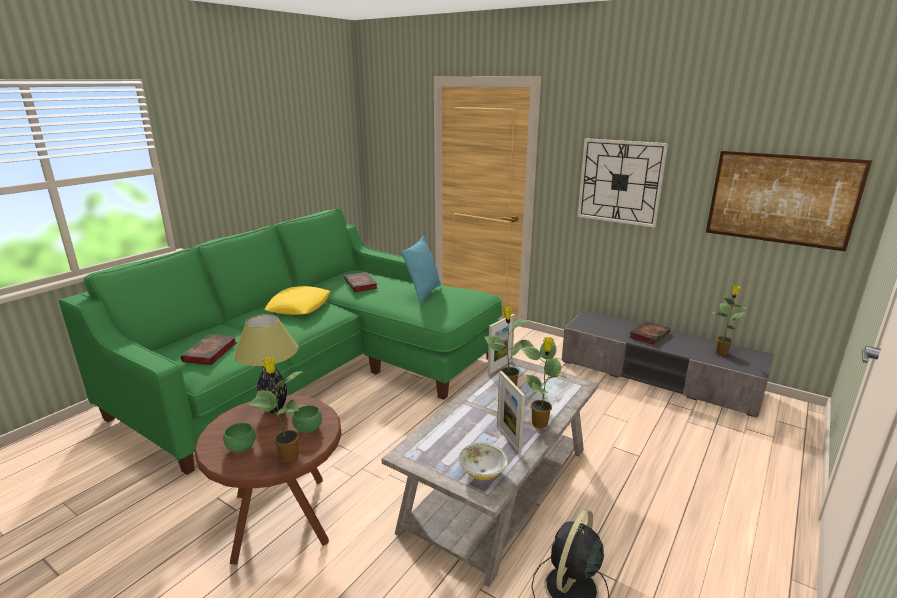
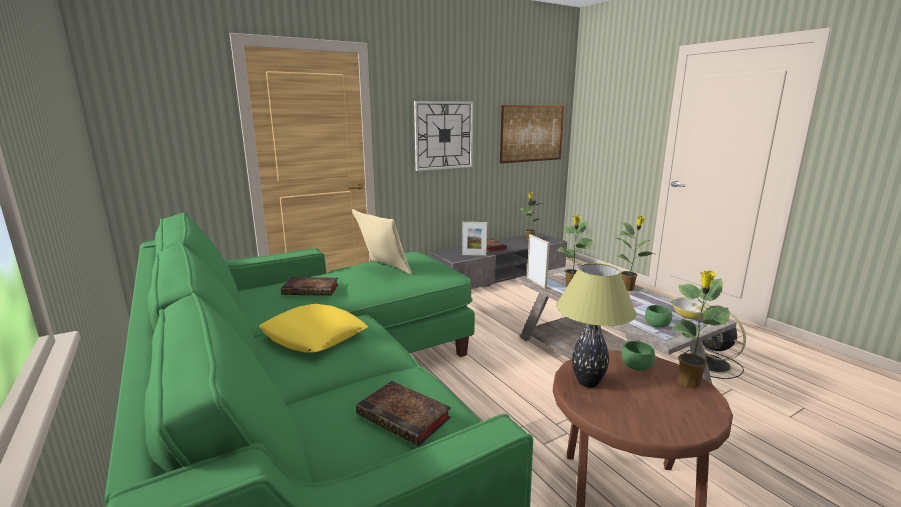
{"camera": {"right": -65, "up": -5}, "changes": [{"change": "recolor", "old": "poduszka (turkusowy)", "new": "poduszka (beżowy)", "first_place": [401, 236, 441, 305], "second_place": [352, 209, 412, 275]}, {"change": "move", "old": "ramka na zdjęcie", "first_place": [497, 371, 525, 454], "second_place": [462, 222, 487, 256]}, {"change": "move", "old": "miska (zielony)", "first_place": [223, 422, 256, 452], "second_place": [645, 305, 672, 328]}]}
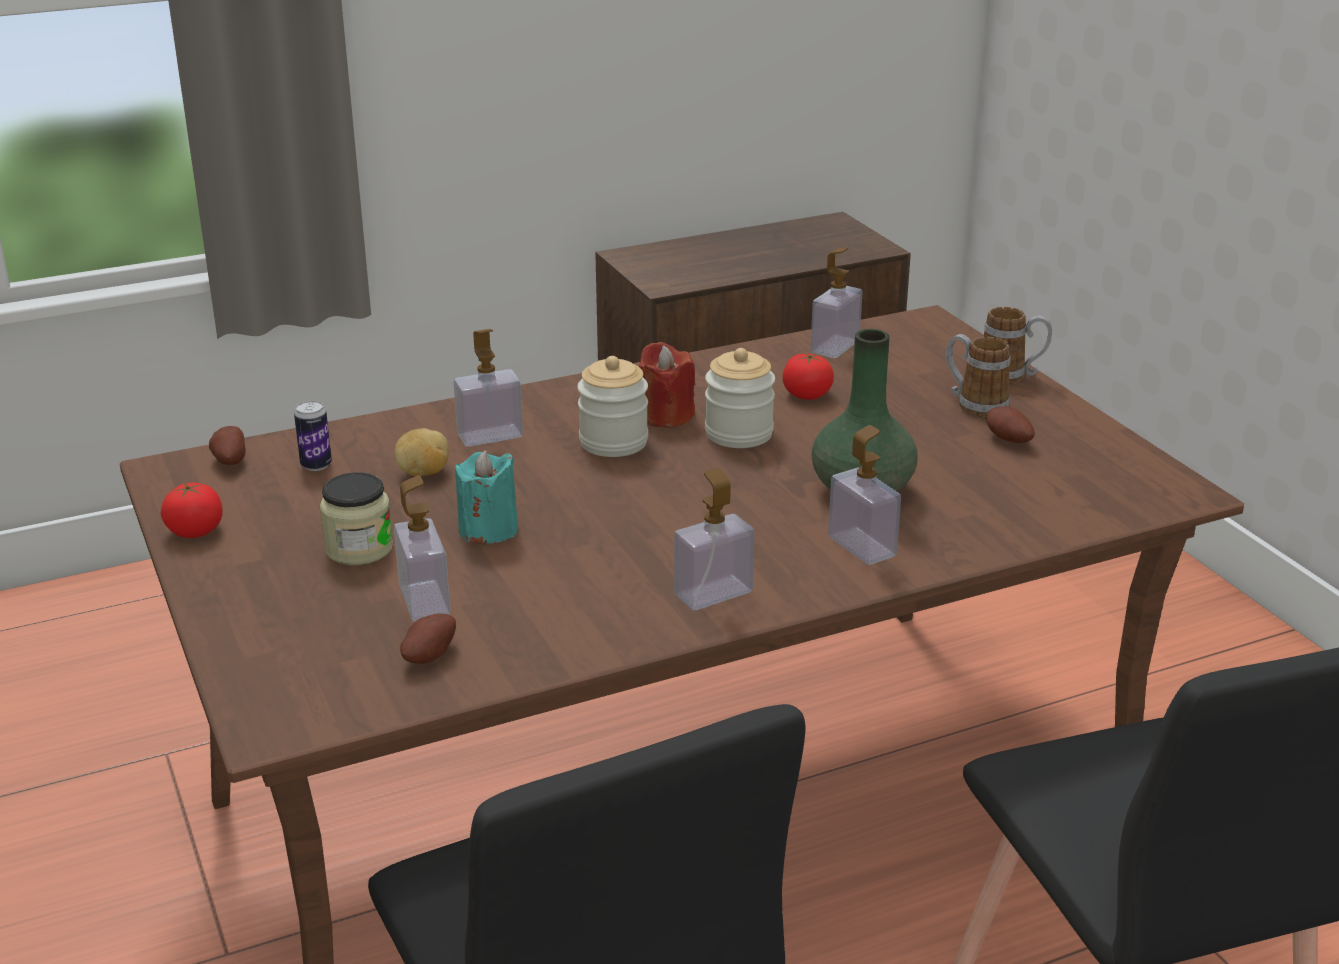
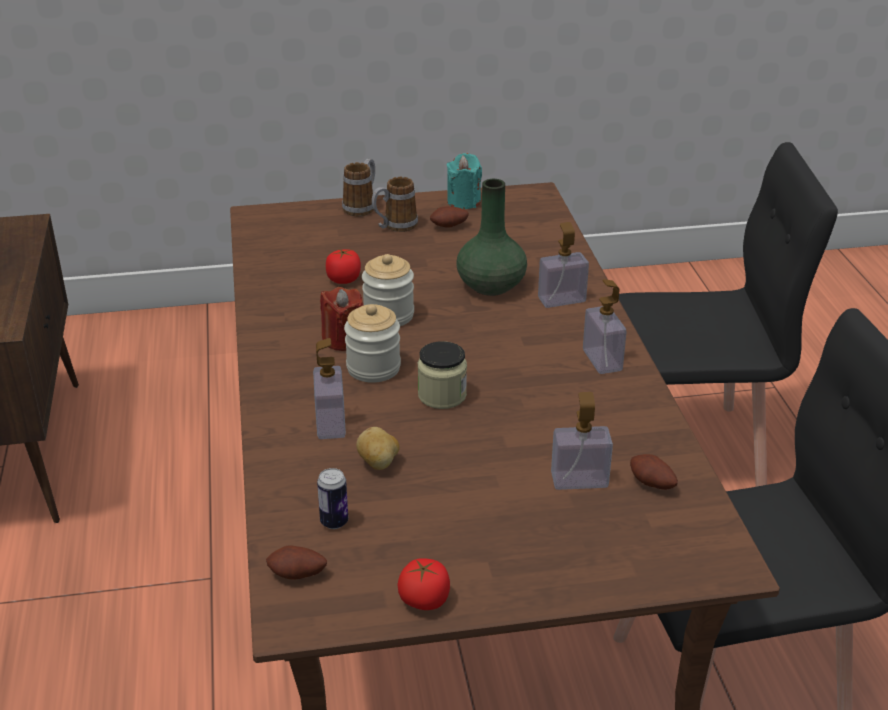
{"camera": {"right": -75, "up": 5}, "changes": [{"change": "move", "old": "słoik", "first_place": [320, 472, 393, 565], "second_place": [418, 341, 467, 409]}, {"change": "move", "old": "świeca (turkusowy)", "first_place": [455, 450, 518, 544], "second_place": [447, 153, 482, 209]}, {"change": "delete", "old": "dozownik mydła", "first_place": [811, 247, 863, 358]}]}
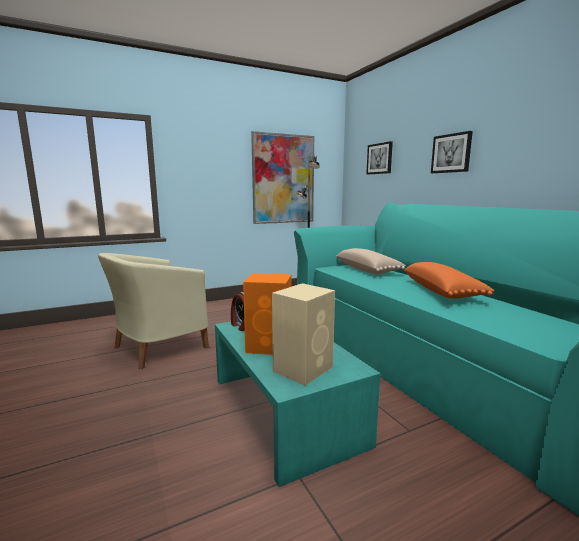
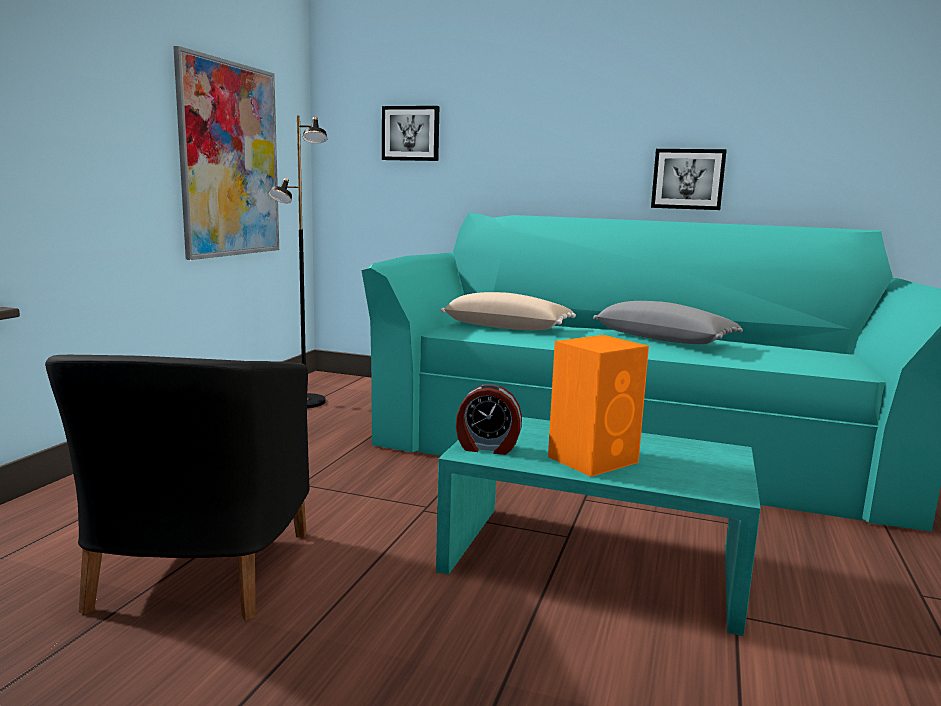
{"camera": {"right": -45, "up": 0}, "changes": [{"change": "recolor", "old": "fotel (beżowy)", "new": "fotel (czarny)", "first_place": [98, 253, 209, 369], "second_place": [45, 355, 310, 621]}, {"change": "recolor", "old": "poduszka (pomarańczowy)", "new": "poduszka (szary)", "first_place": [404, 262, 494, 299], "second_place": [593, 301, 743, 344]}, {"change": "move", "old": "obraz", "first_place": [431, 131, 473, 173], "second_place": [651, 149, 727, 210]}, {"change": "delete", "old": "głośnik (beżowy)", "first_place": [272, 283, 335, 386]}]}
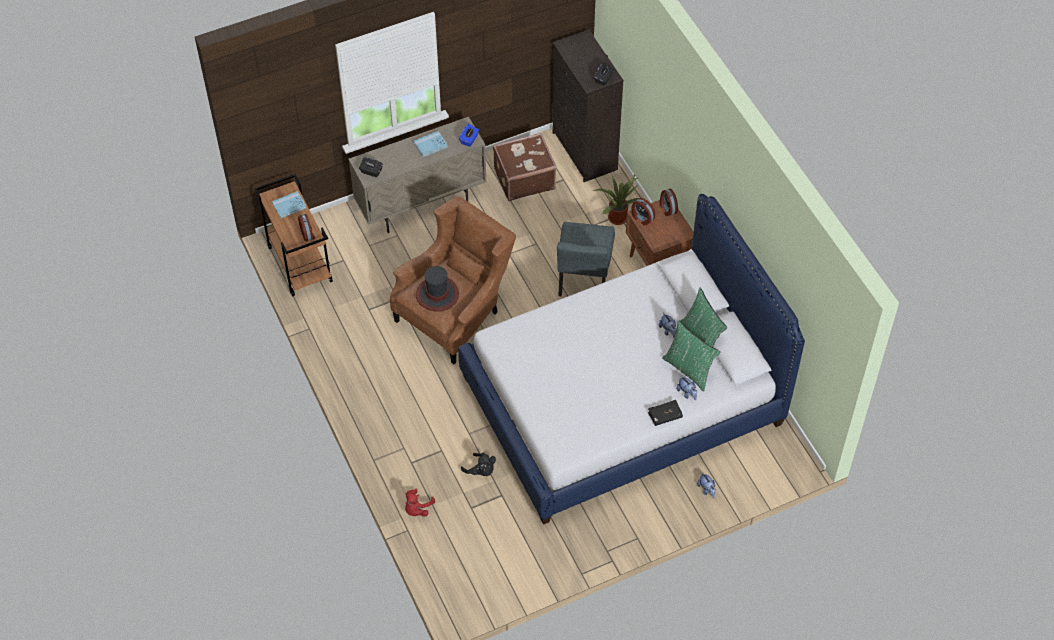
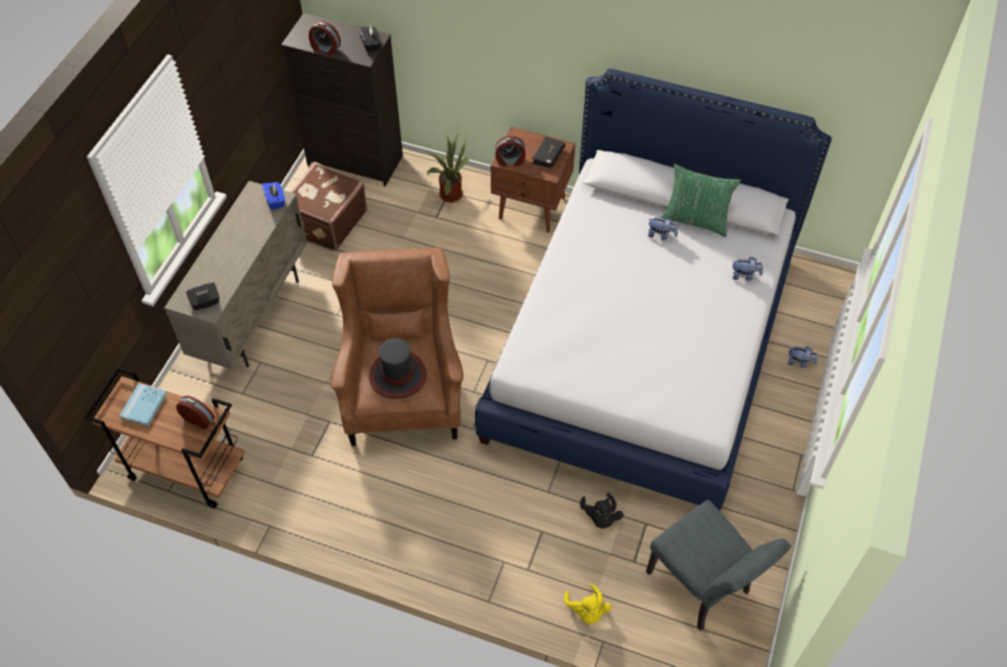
{"camera": {"right": -45, "up": 0}, "changes": [{"change": "move", "old": "budzik", "first_place": [660, 188, 678, 216], "second_place": [309, 21, 341, 56]}, {"change": "move", "old": "książka (czarny)", "first_place": [648, 400, 683, 426], "second_place": [532, 137, 565, 168]}, {"change": "recolor", "old": "pluszak (czerwony)", "new": "pluszak (żółty)", "first_place": [405, 489, 435, 517], "second_place": [564, 584, 611, 624]}, {"change": "rotate", "old": "pluszak (czarny)", "first_place": [461, 452, 496, 476], "second_place": [580, 493, 624, 529], "degrees": 90}, {"change": "move", "old": "krzesło (szary)", "first_place": [557, 222, 615, 296], "second_place": [646, 500, 791, 631]}, {"change": "delete", "old": "książka (niebieski)", "first_place": [414, 131, 448, 157]}, {"change": "delete", "old": "poduszka (zielony)", "first_place": [662, 320, 720, 392]}]}
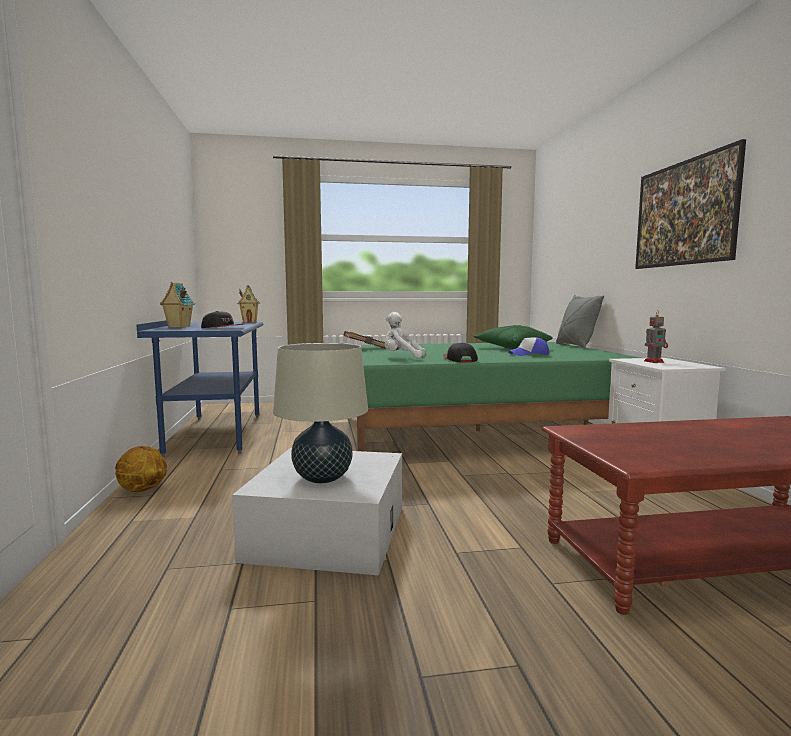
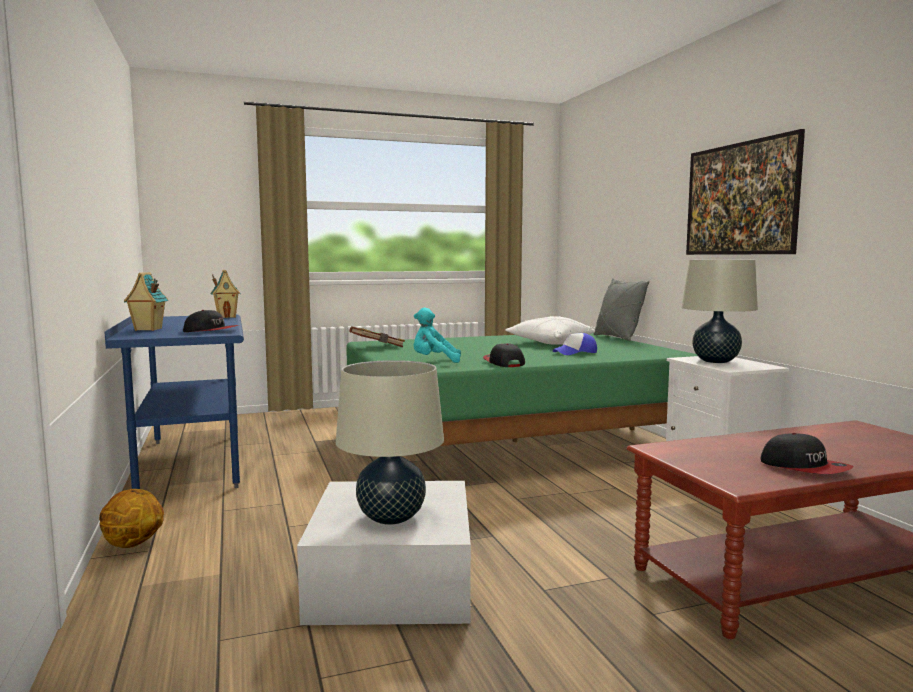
{"camera": {"right": -10, "up": 0}, "changes": [{"change": "recolor", "old": "pluszak (biały)", "new": "pluszak (turkusowy)", "first_place": [385, 312, 426, 358], "second_place": [413, 307, 461, 363]}, {"change": "recolor", "old": "poduszka (zielony)", "new": "poduszka (biały)", "first_place": [474, 325, 553, 349], "second_place": [505, 316, 595, 345]}, {"change": "replace", "old": "robot zabawkowy", "new": "lampa stołowa (beżowy)", "first_place": [644, 310, 668, 363], "second_place": [681, 260, 758, 363]}, {"change": "insert", "new": "czapka z daszkiem", "second_place": [761, 433, 854, 474]}]}
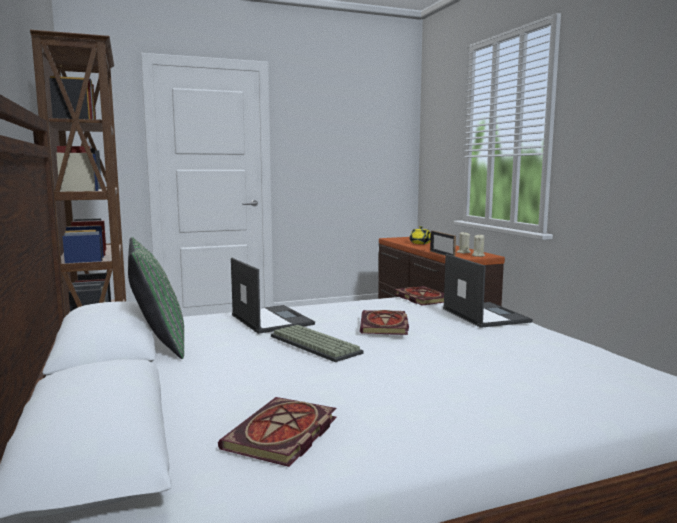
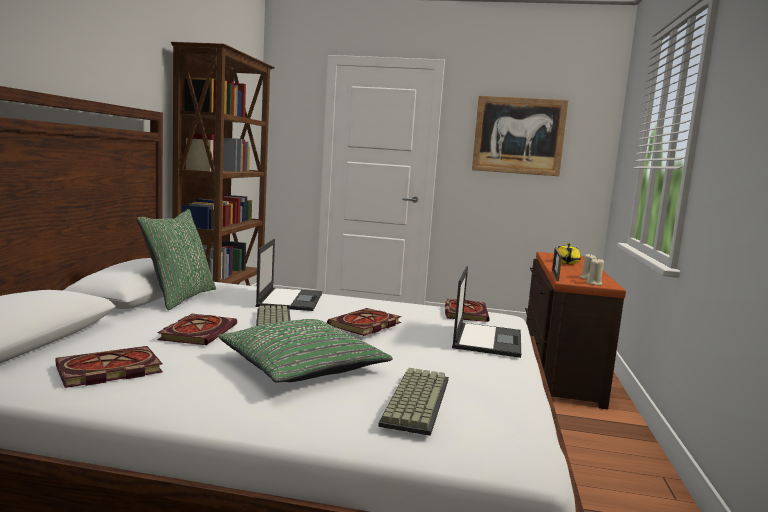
{"camera": {"right": 30, "up": 0}, "changes": [{"change": "insert", "new": "książka", "second_place": [157, 314, 237, 345]}, {"change": "insert", "new": "poduszka (zielony)", "second_place": [218, 319, 393, 383]}, {"change": "insert", "new": "klawiatura", "second_place": [378, 368, 449, 436]}, {"change": "insert", "new": "obraz", "second_place": [472, 96, 568, 176]}]}
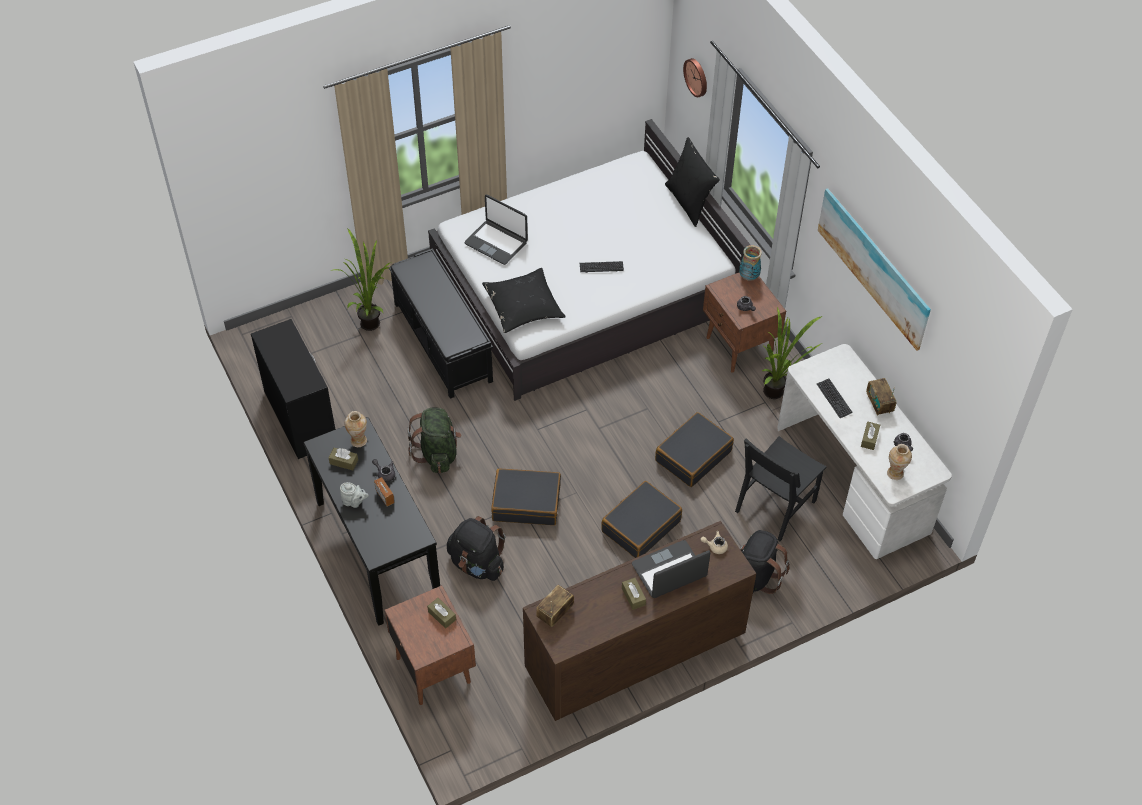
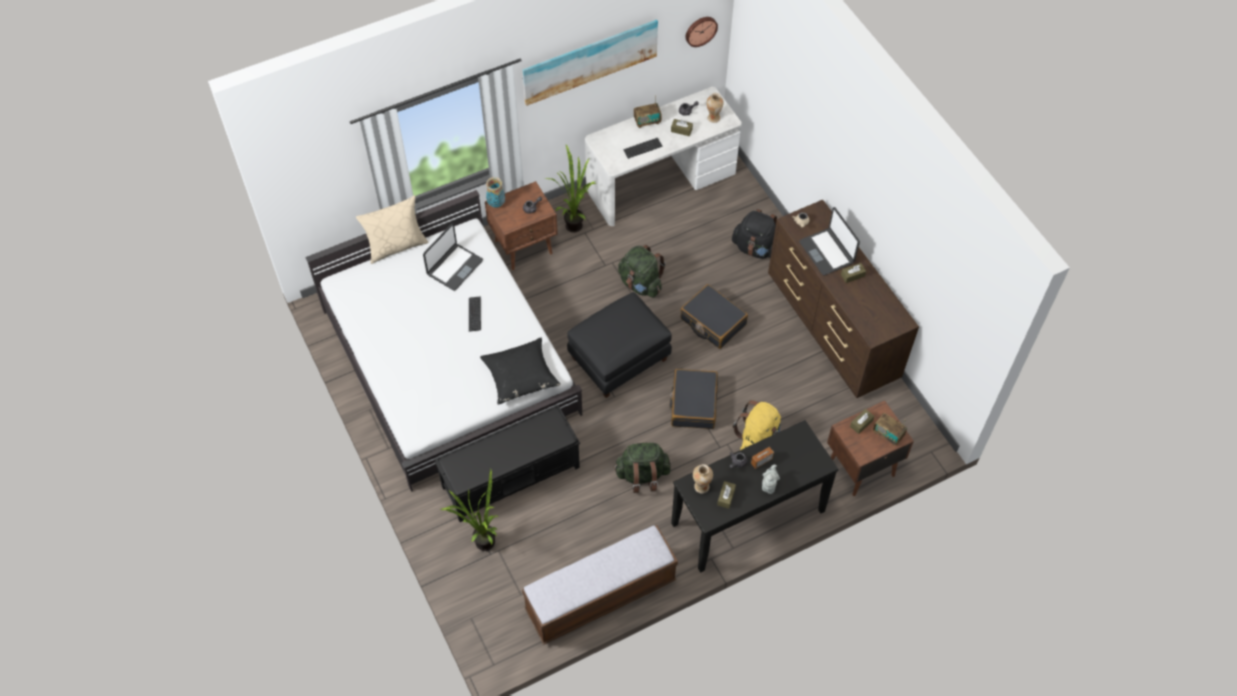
{"camera": {"right": -90, "up": 5}, "changes": [{"change": "recolor", "old": "poduszka (czarny)", "new": "poduszka (beżowy)", "first_place": [665, 137, 720, 227], "second_place": [356, 195, 429, 264]}, {"change": "move", "old": "laptop", "first_place": [464, 195, 528, 265], "second_place": [423, 223, 483, 291]}, {"change": "replace", "old": "komoda (czarny)", "new": "ławka", "first_place": [251, 319, 335, 459], "second_place": [522, 525, 678, 645]}, {"change": "insert", "new": "pufa (czarny)", "second_place": [567, 292, 672, 398]}, {"change": "replace", "old": "walizka (czarny)", "new": "plecak (zielony)", "first_place": [655, 412, 734, 487], "second_place": [618, 245, 666, 298]}, {"change": "move", "old": "zegar ścienny", "first_place": [683, 58, 707, 97], "second_place": [686, 17, 718, 47]}, {"change": "recolor", "old": "plecak (czarny)", "new": "plecak (żółty)", "first_place": [447, 516, 506, 581], "second_place": [733, 400, 781, 450]}, {"change": "move", "old": "radio", "first_place": [536, 585, 574, 627], "second_place": [873, 413, 907, 446]}, {"change": "delete", "old": "krzesło (czarny)", "first_place": [735, 436, 827, 541]}]}
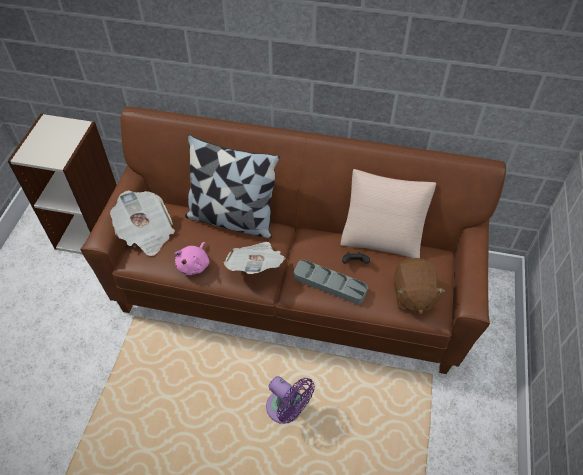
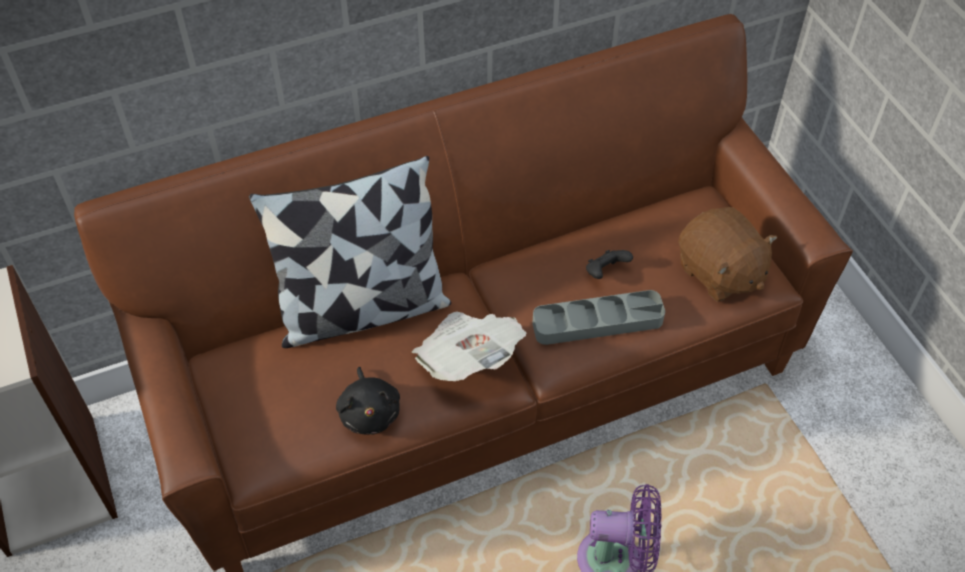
{"camera": {"right": -35, "up": 0}, "changes": [{"change": "recolor", "old": "pluszak (różowy)", "new": "pluszak (czarny)", "first_place": [174, 242, 209, 275], "second_place": [336, 367, 400, 435]}, {"change": "delete", "old": "gazeta", "first_place": [110, 190, 175, 256]}, {"change": "delete", "old": "poduszka (beżowy)", "first_place": [340, 169, 436, 258]}]}
